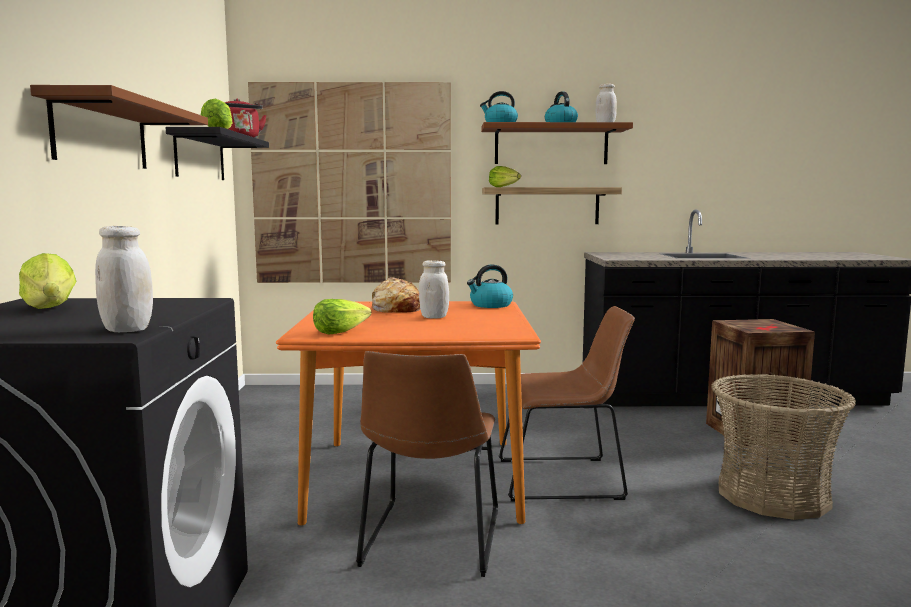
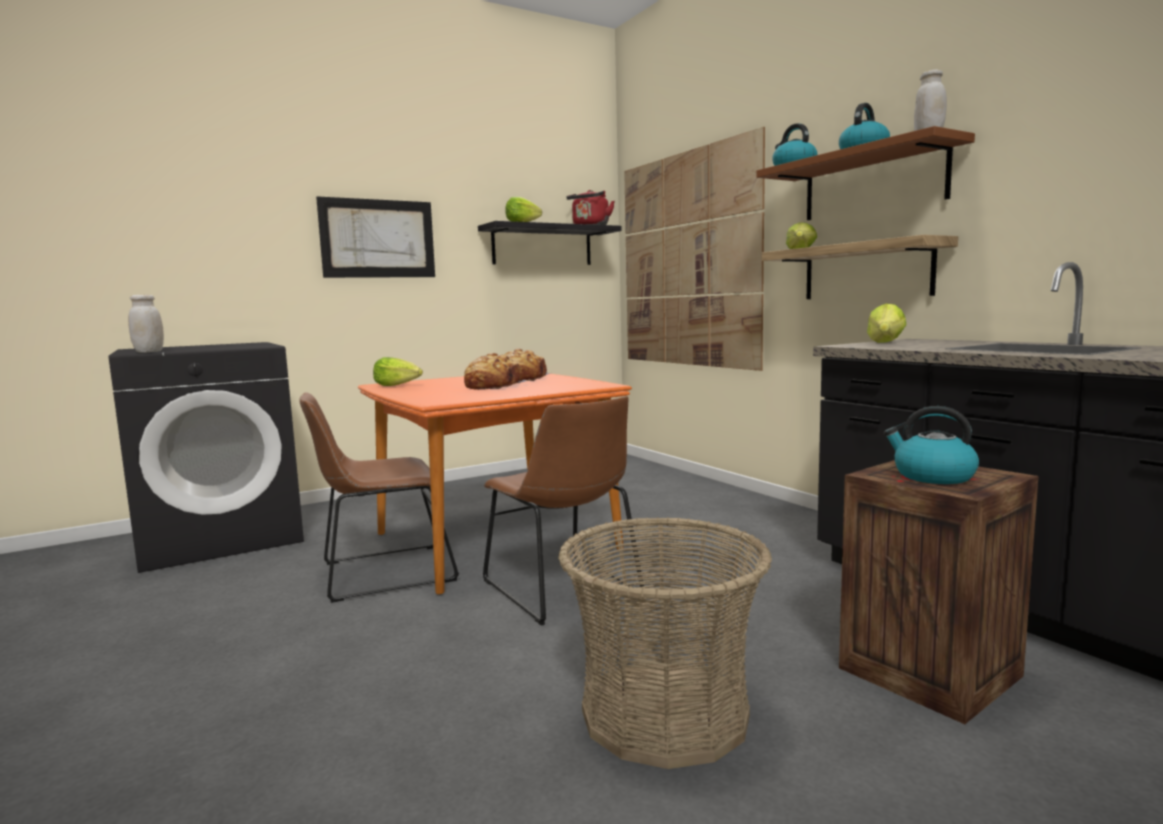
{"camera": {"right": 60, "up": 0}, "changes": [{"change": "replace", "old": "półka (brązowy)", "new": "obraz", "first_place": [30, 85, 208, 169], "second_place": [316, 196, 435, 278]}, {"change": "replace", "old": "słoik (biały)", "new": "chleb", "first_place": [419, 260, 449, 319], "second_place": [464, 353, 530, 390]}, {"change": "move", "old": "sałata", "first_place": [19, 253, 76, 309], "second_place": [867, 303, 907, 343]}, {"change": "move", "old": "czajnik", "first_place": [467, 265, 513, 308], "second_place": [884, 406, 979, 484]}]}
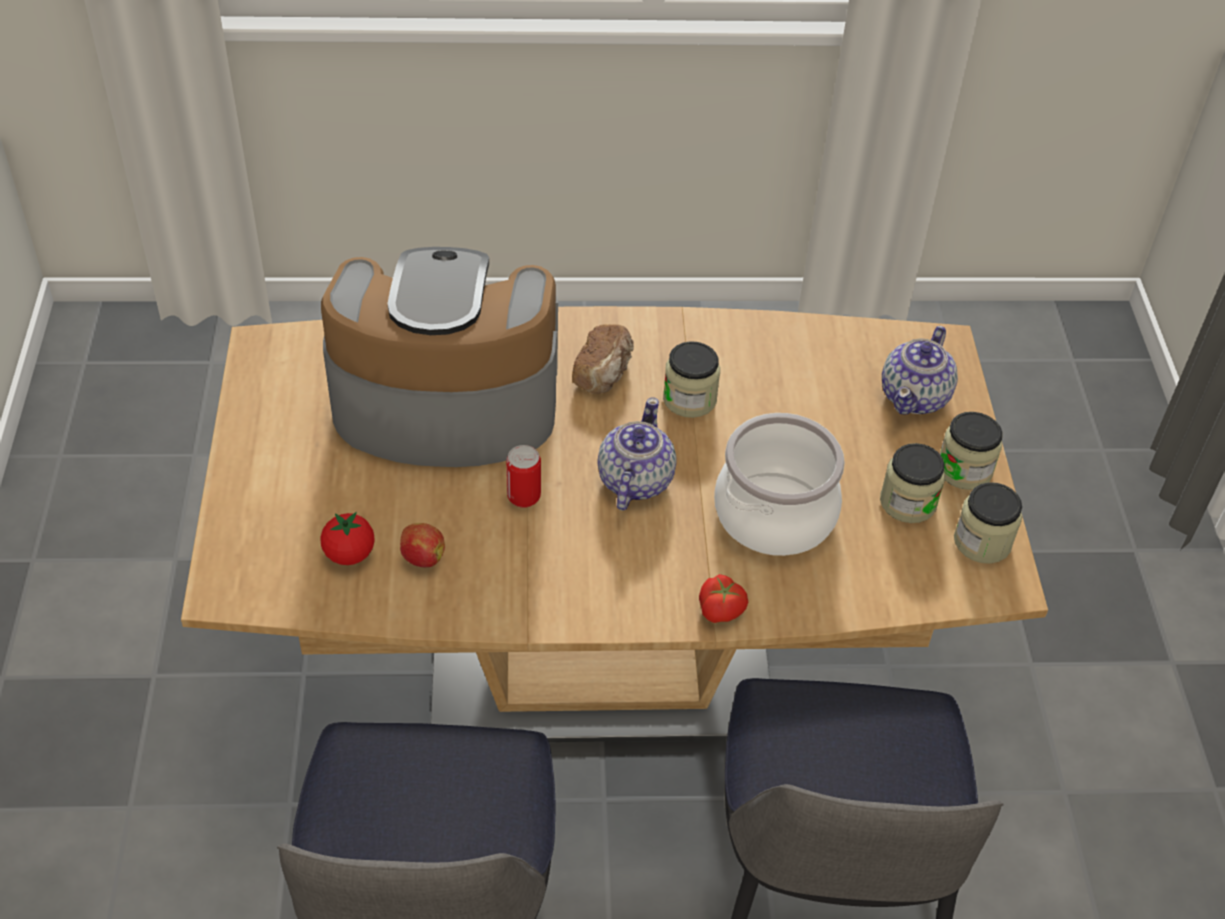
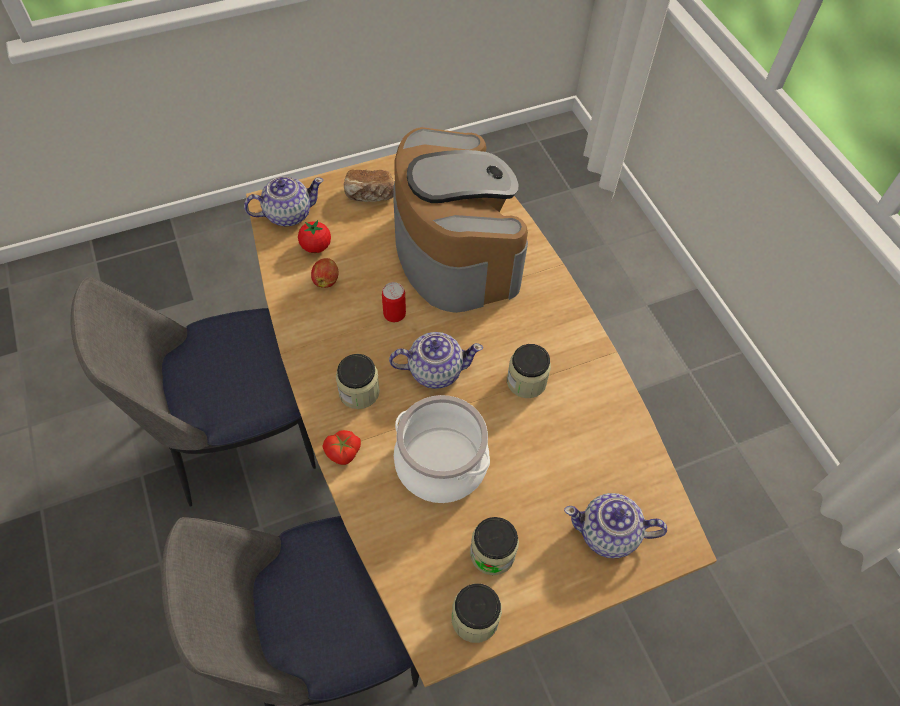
{"camera": {"right": 70, "up": 10}, "changes": [{"change": "insert", "new": "imbryk", "second_place": [244, 176, 324, 227]}, {"change": "move", "old": "słoik", "first_place": [940, 412, 1002, 490], "second_place": [336, 354, 380, 409]}, {"change": "move", "old": "chleb", "first_place": [572, 324, 634, 394], "second_place": [344, 170, 394, 202]}]}
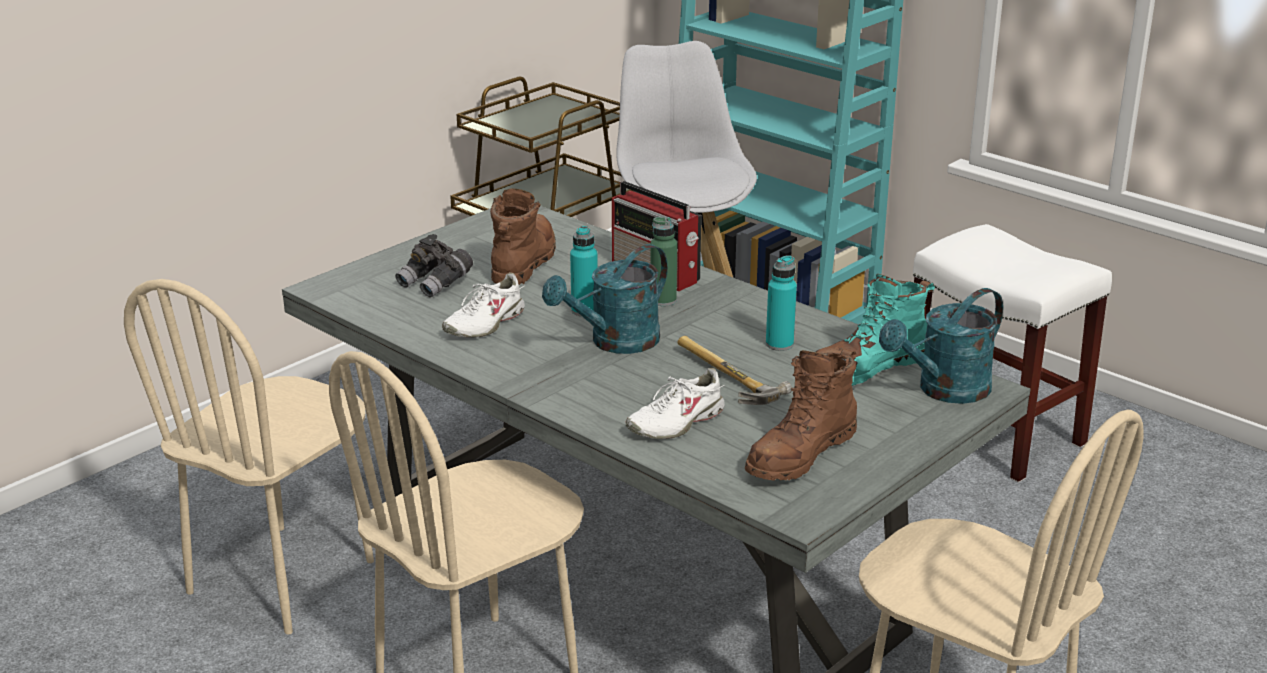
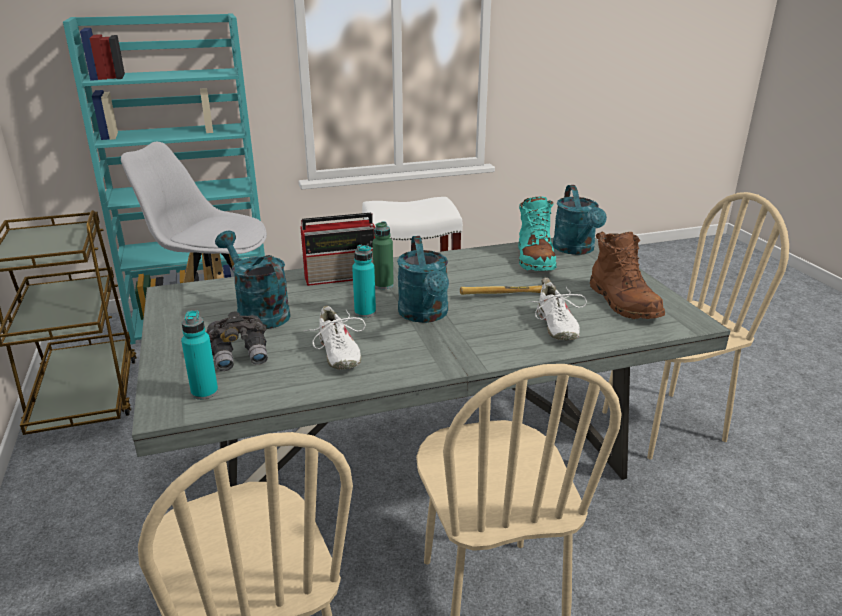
{"camera": {"right": -60, "up": 0}, "changes": [{"change": "move", "old": "butelka (turkusowy)", "first_place": [766, 255, 797, 351], "second_place": [181, 310, 218, 400]}, {"change": "replace", "old": "but z cholewką (brązowy)", "new": "konewka (turkusowy)", "first_place": [490, 188, 556, 285], "second_place": [215, 231, 291, 329]}]}
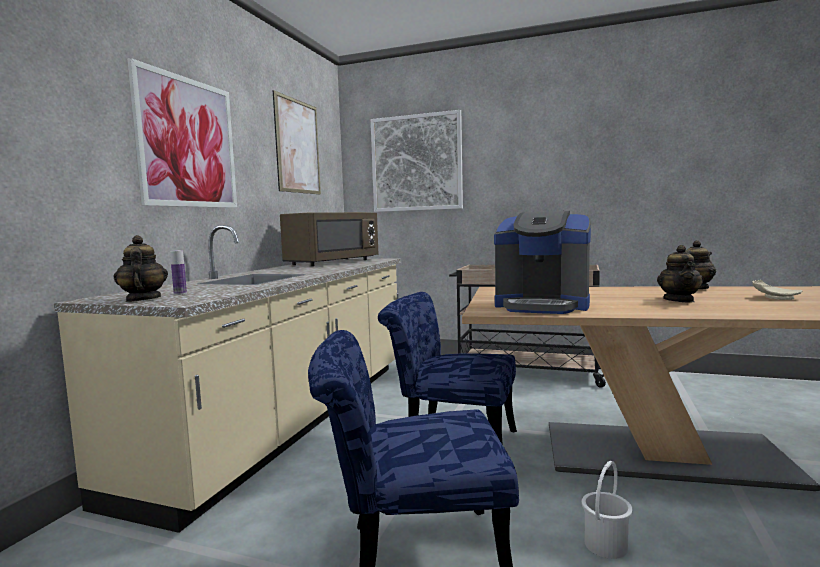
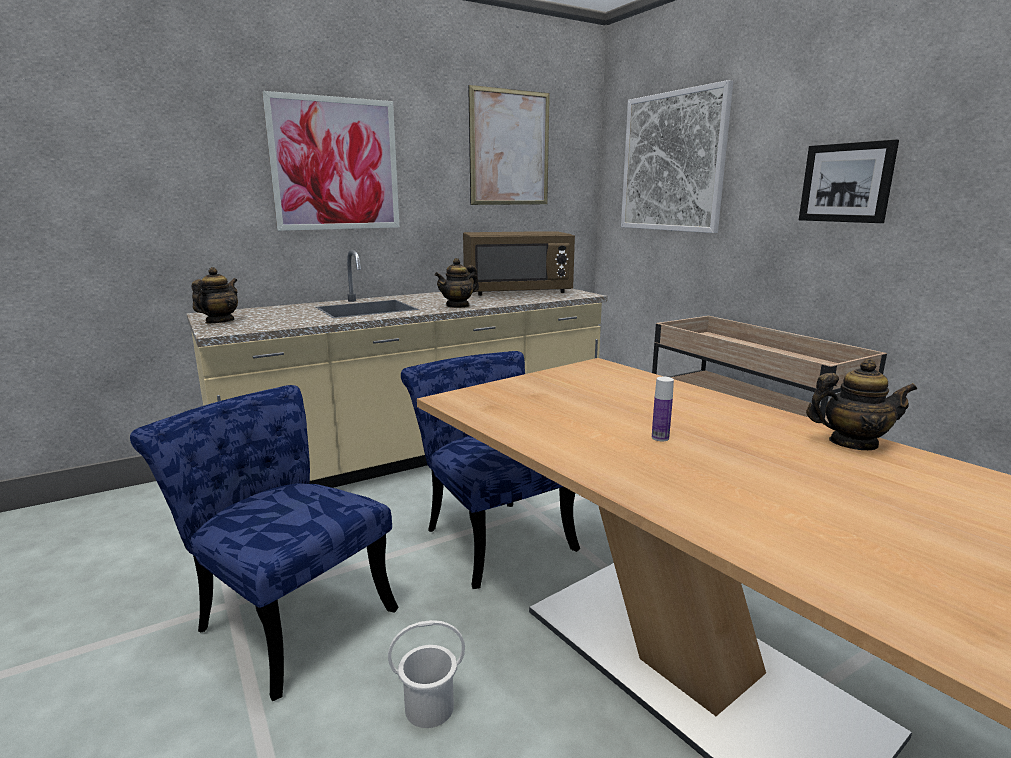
{"camera": {"right": 40, "up": 10}, "changes": [{"change": "move", "old": "imbryk", "first_place": [657, 245, 703, 303], "second_place": [435, 258, 479, 308]}, {"change": "move", "old": "butelka", "first_place": [170, 250, 187, 295], "second_place": [652, 377, 674, 441]}, {"change": "insert", "new": "obraz", "second_place": [799, 139, 899, 223]}, {"change": "delete", "old": "ekspres do kawy", "first_place": [494, 211, 591, 314]}, {"change": "delete", "old": "talerz (beżowy)", "first_place": [752, 280, 802, 300]}]}
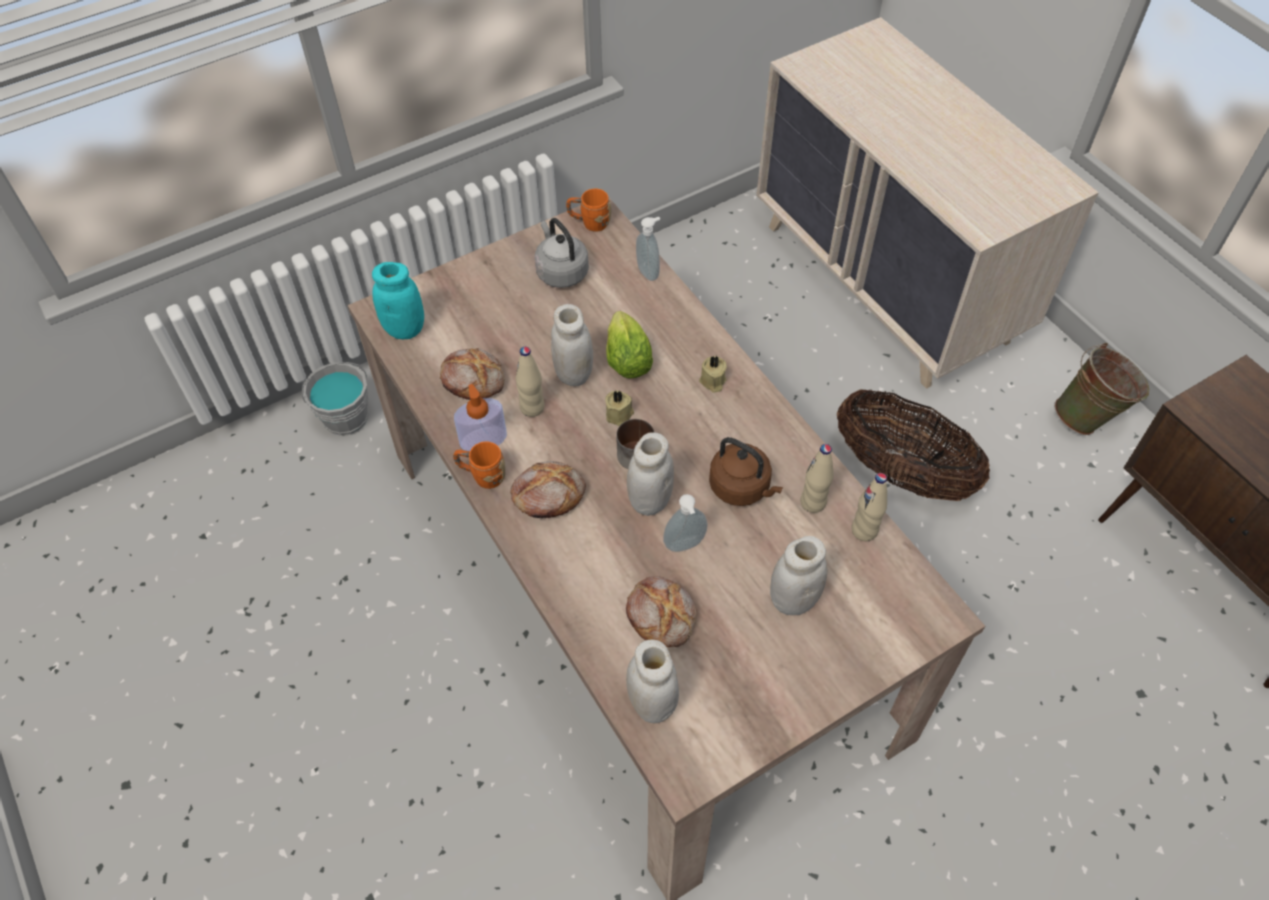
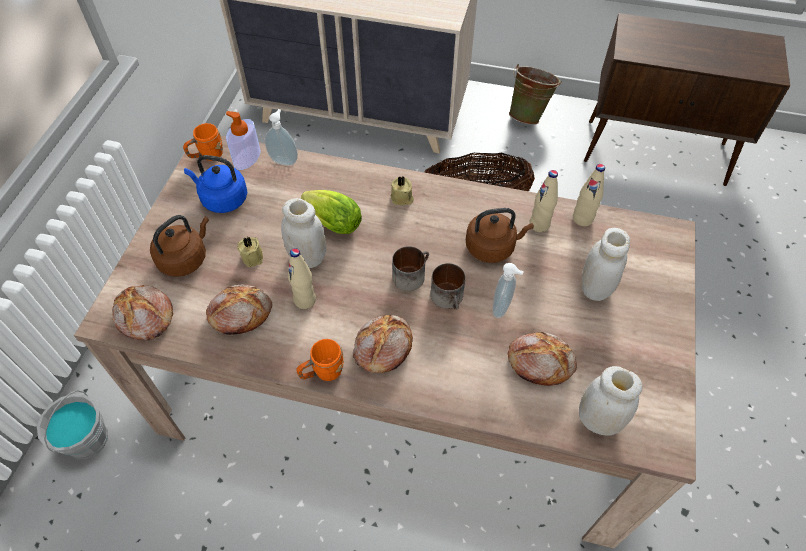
{"camera": {"right": -45, "up": 0}, "changes": [{"change": "replace", "old": "słoik (turkusowy)", "new": "chleb", "first_place": [372, 262, 424, 339], "second_place": [112, 285, 173, 341]}, {"change": "insert", "new": "czajnik (brązowy)", "second_place": [150, 215, 209, 277]}, {"change": "recolor", "old": "czajnik (szary)", "new": "czajnik (niebieski)", "first_place": [535, 218, 589, 288], "second_place": [184, 155, 247, 213]}, {"change": "move", "old": "dozownik mydła", "first_place": [454, 384, 507, 451], "second_place": [226, 111, 261, 170]}, {"change": "move", "old": "świeca (beżowy)", "first_place": [605, 390, 634, 426], "second_place": [237, 237, 263, 267]}, {"change": "replace", "old": "słoik (biały)", "new": "kubek", "first_place": [627, 432, 674, 516], "second_place": [431, 263, 466, 310]}]}
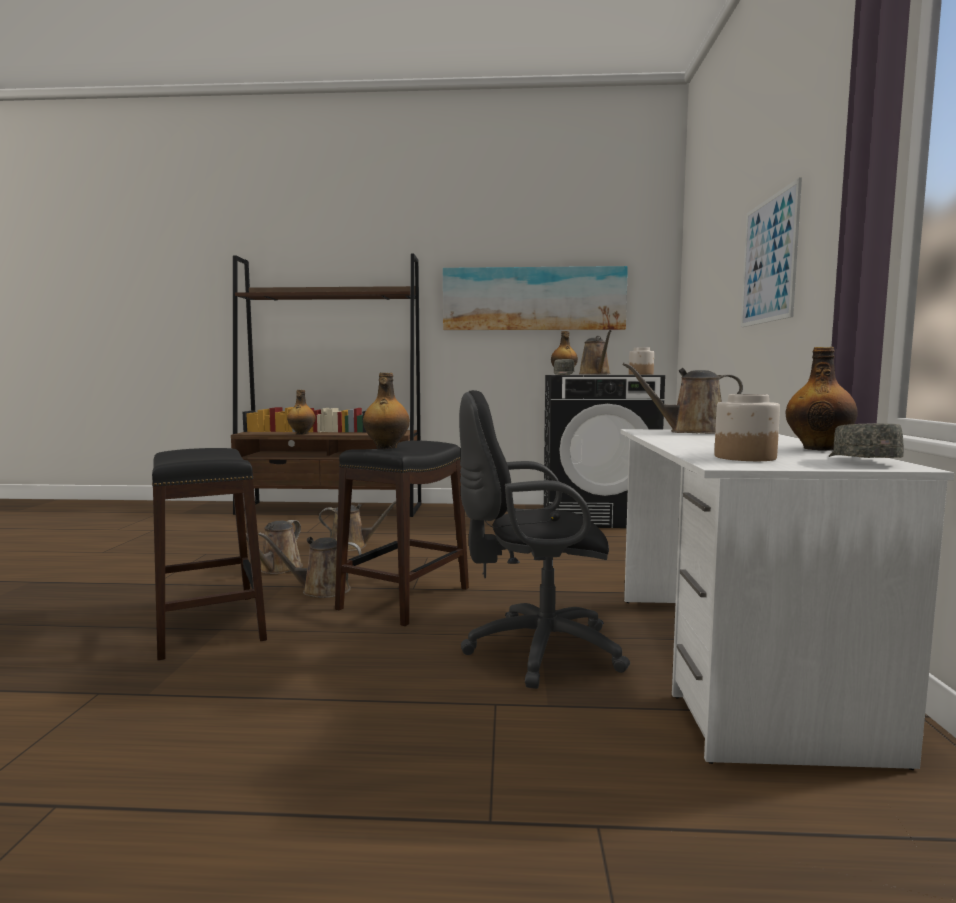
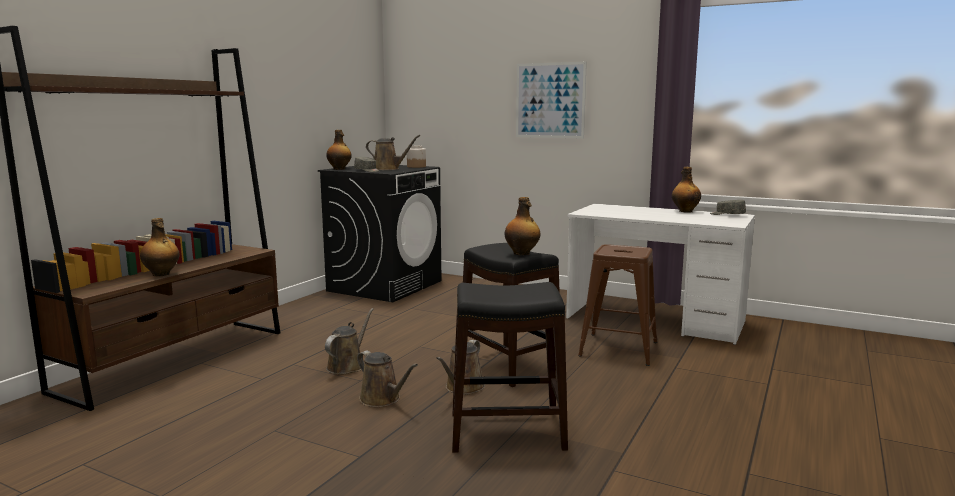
{"camera": {"right": -65, "up": 5}, "changes": [{"change": "replace", "old": "krzesło biurowe (czarny)", "new": "stołek (brązowy)", "first_place": [459, 390, 630, 689], "second_place": [578, 244, 657, 366]}, {"change": "delete", "old": "obraz", "first_place": [443, 266, 628, 330]}, {"change": "delete", "old": "konewka (brązowy)", "first_place": [623, 363, 743, 434]}, {"change": "delete", "old": "słoik", "first_place": [715, 394, 780, 461]}]}
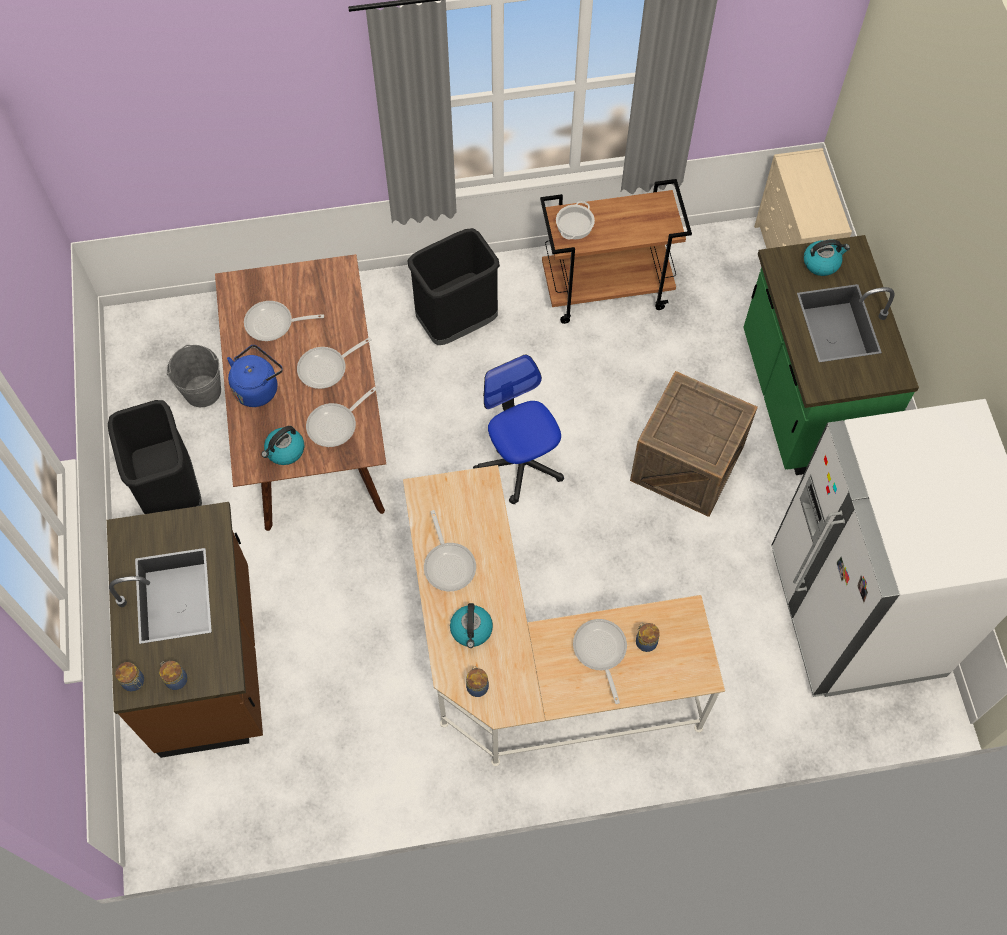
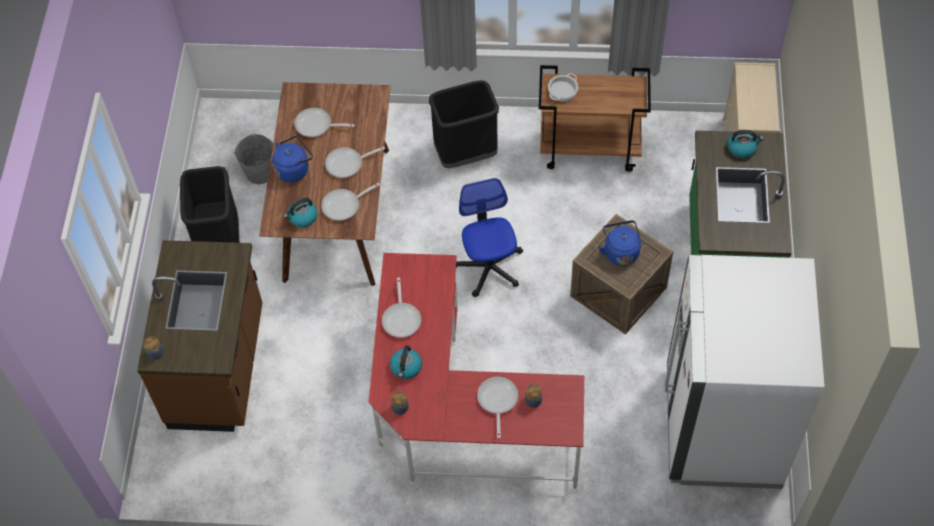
{"camera": {"right": 15, "up": -5}, "changes": [{"change": "recolor", "old": "biurko (beżowy)", "new": "biurko (czerwony)", "first_place": [403, 465, 725, 766], "second_place": [369, 253, 584, 491]}, {"change": "insert", "new": "czajnik (niebieski)", "second_place": [598, 220, 641, 266]}, {"change": "delete", "old": "słoik", "first_place": [159, 661, 188, 690]}]}
